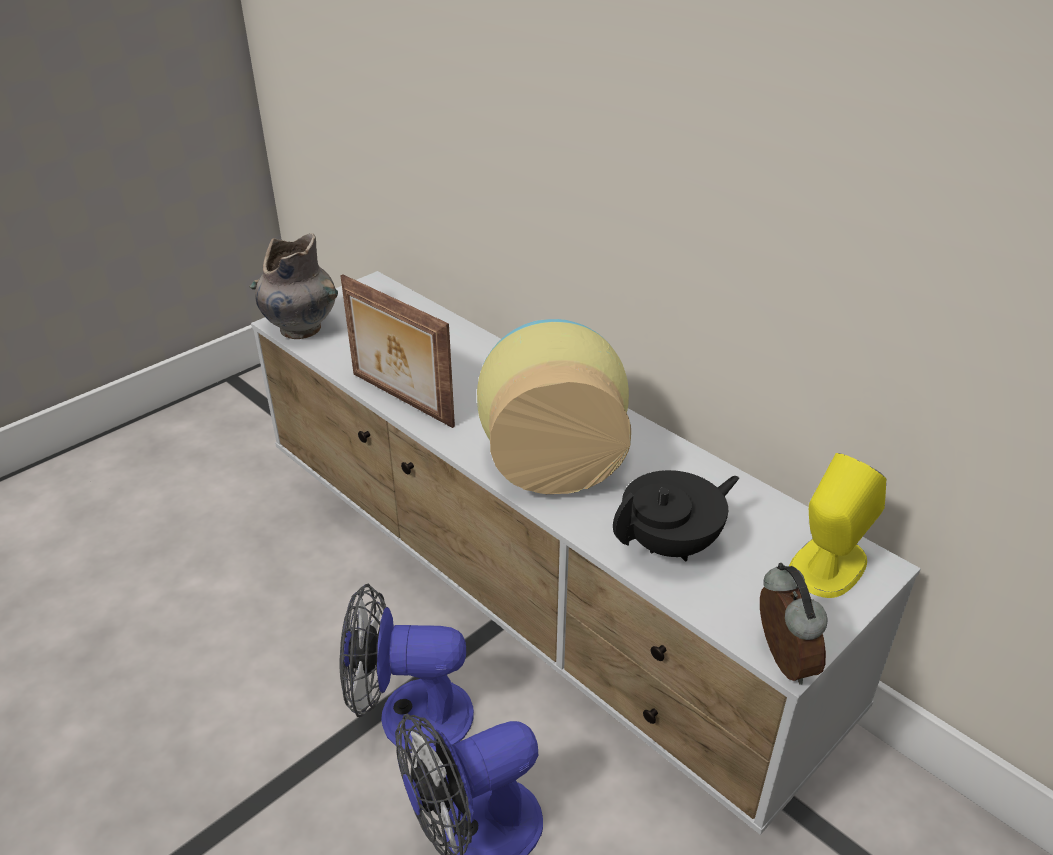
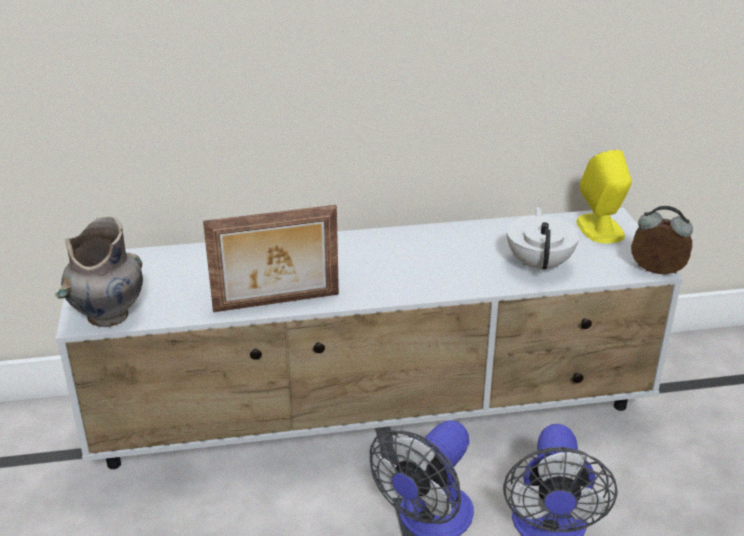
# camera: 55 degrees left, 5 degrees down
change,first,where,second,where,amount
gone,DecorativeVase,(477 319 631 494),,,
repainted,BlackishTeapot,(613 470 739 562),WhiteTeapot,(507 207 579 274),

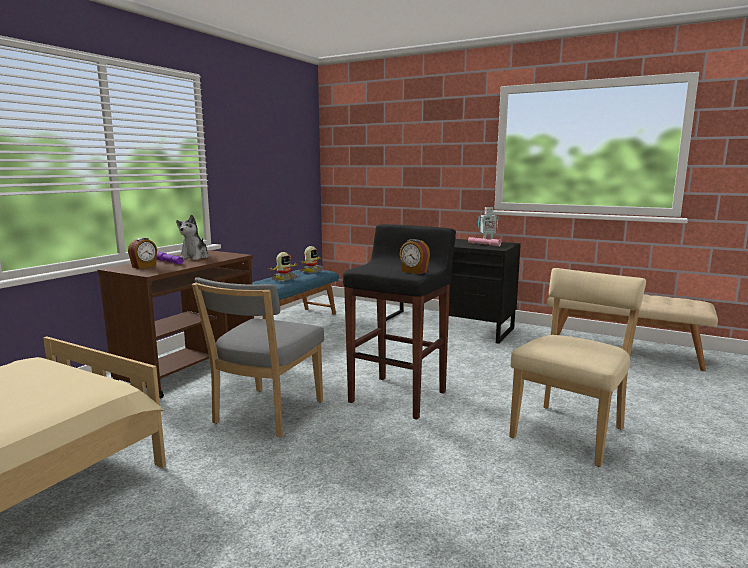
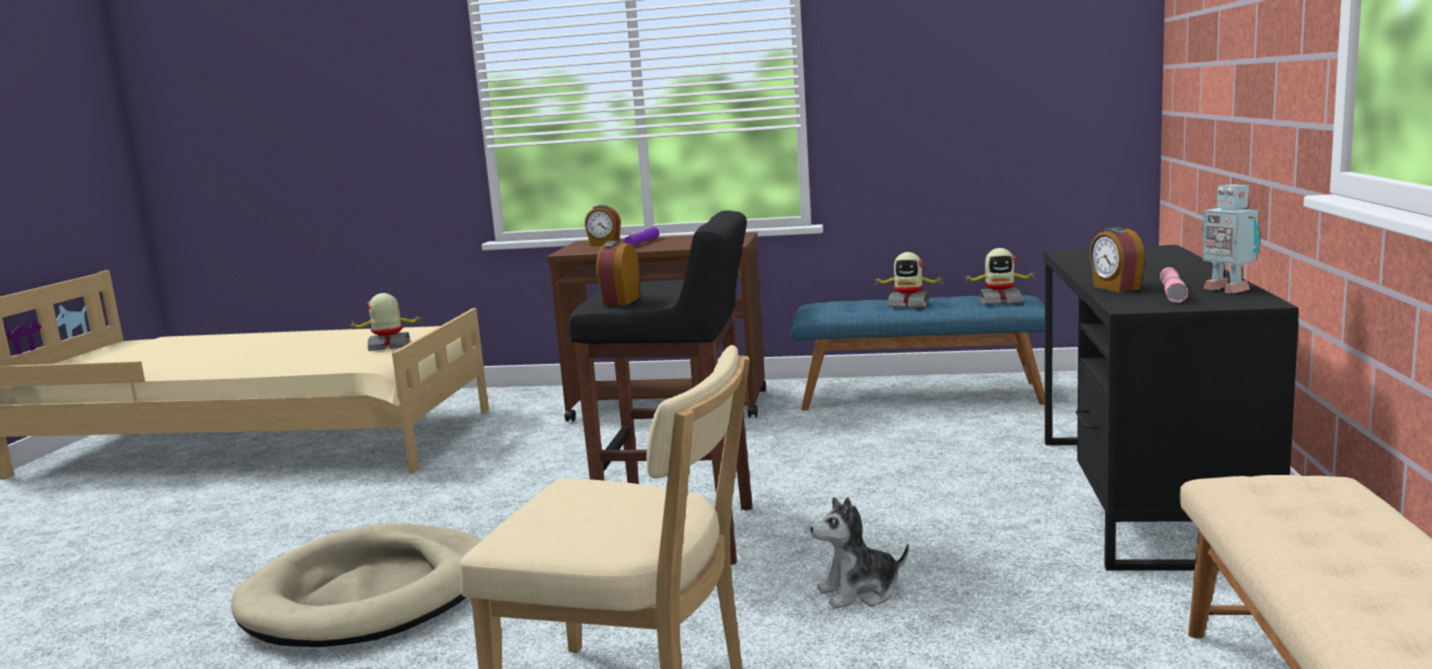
# camera: 70 degrees right, 0 degrees up
change,first,where,second,where,amount
gone,GreyUprightChair,(192 277 324 437),,,
new,,,BeigeColouredDogBed,(231 523 482 647),
new,,,ToyRobot,(348 293 424 351),
new,,,BedsideClock,(1090 227 1145 292),
shifted,SoftToy,(176 215 209 260),,(811 497 909 609),

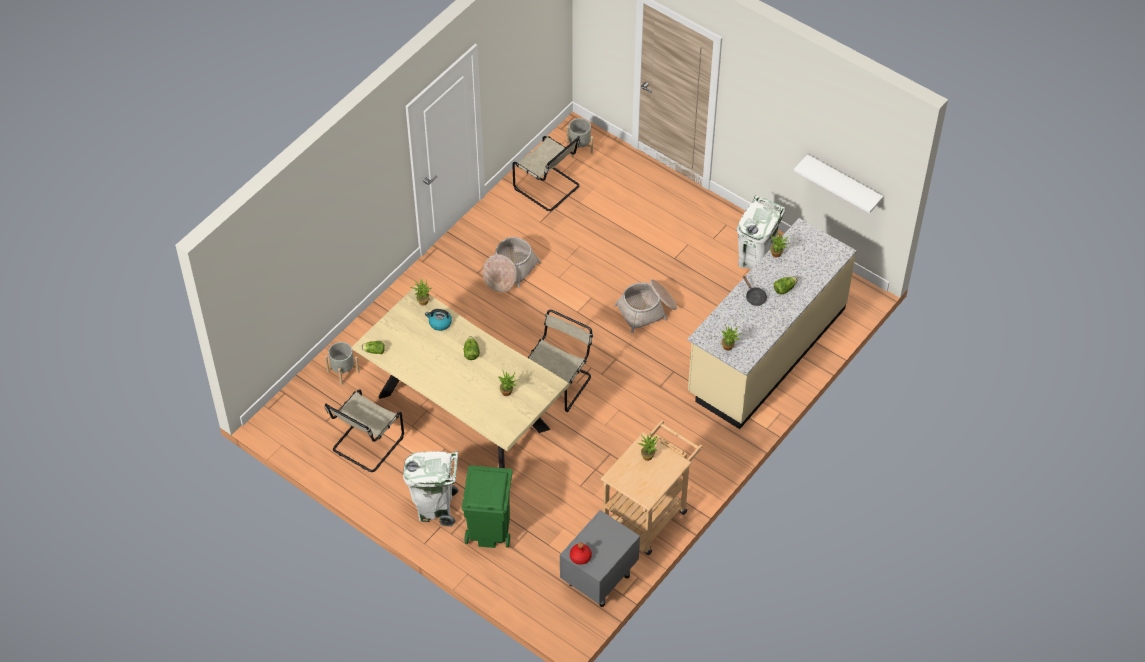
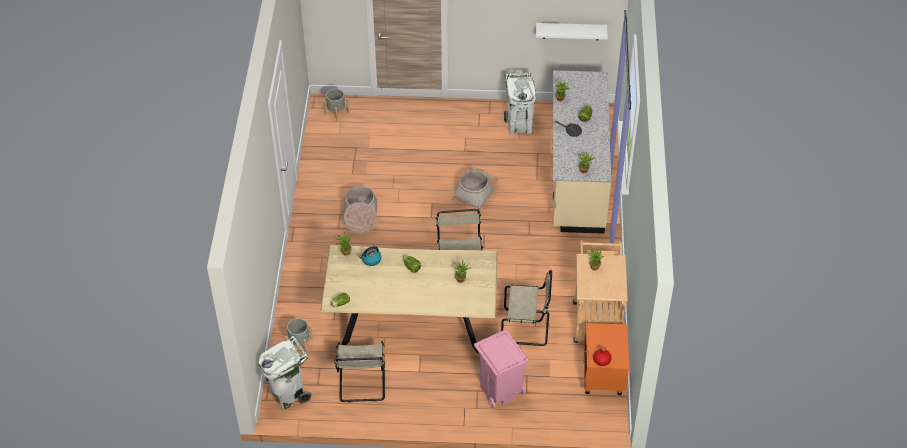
# camera: 35 degrees left, 5 degrees down
change,first,where,second,where,amount
shifted,WhiteWasteBin,(403 451 458 527),,(258 336 311 410),
shifted,BeigeColouredUprightChair,(512 136 580 211),,(501 270 552 346),
repainted,GreenishWasteBin,(462 465 513 548),PinkWasteBin,(474 330 529 409),
repainted,GreyNightstand,(560 510 640 607),OrangeColouredNightstand,(583 323 629 395),

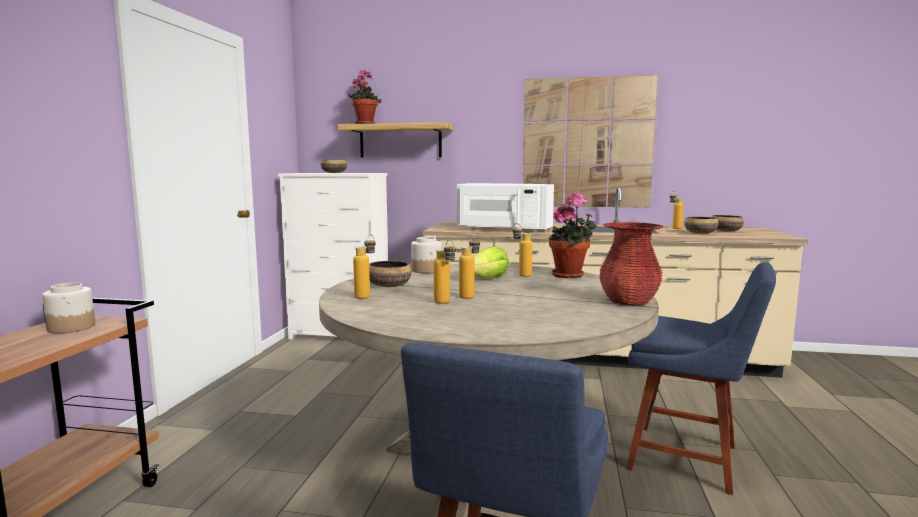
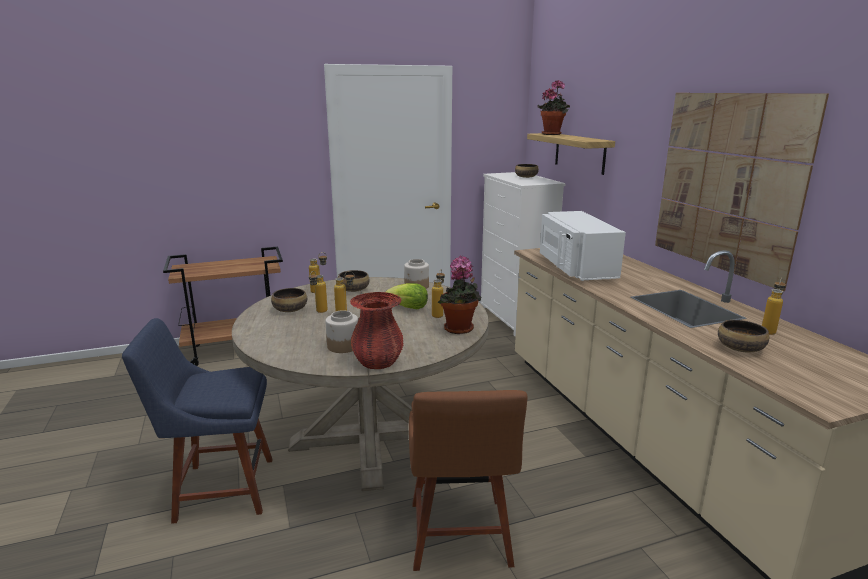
# camera: 60 degrees right, 10 degrees up
change,first,where,second,where,amount
shifted,PreserveJar,(42 282 95 334),,(325 310 358 353),
shifted,DeepDish,(712 215 744 232),,(271 288 307 312),
repainted,BlueColouredUprightChair,(626 262 776 495),BrownishUprightChair,(409 390 527 571),

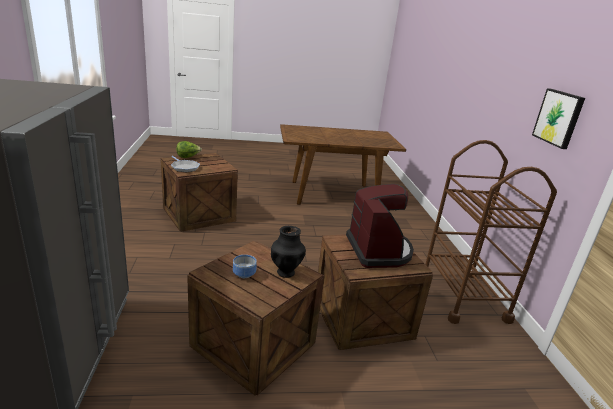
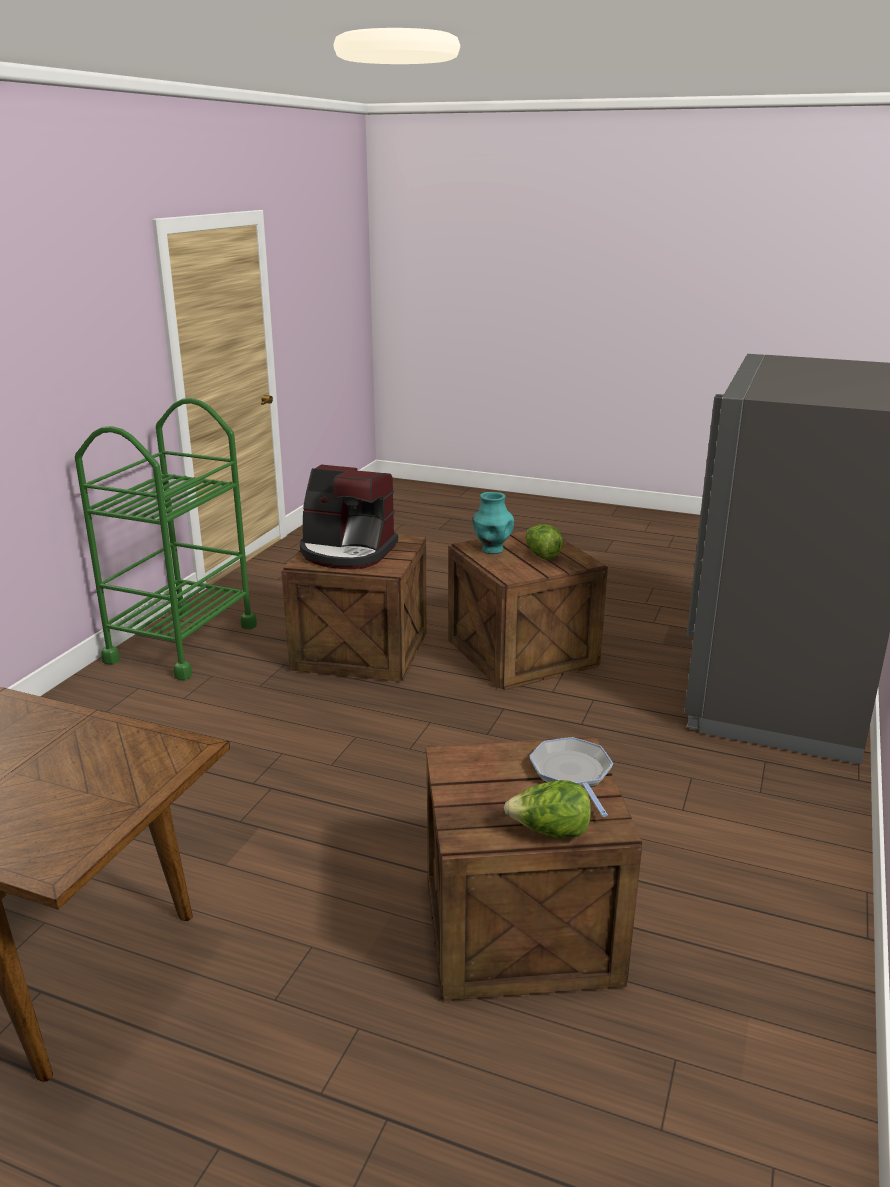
# camera: 150 degrees left, 0 degrees up
change,first,where,second,where,amount
gone,Picture,(532 88 585 149),,,
swapped,DeepDish,(233 255 257 278),HeadOfLettuce,(525 524 563 560),
repainted,BlackishDecorativeVase,(271 226 306 278),BlueGreenDecorativeVase,(472 492 514 554),
repainted,BrownishWheeledCart,(425 140 557 324),GreenishWheeledCart,(75 398 257 680),
rotated,CoffeeBrewer,(346 184 414 268),,(300 465 398 569),90 degrees counterclockwise

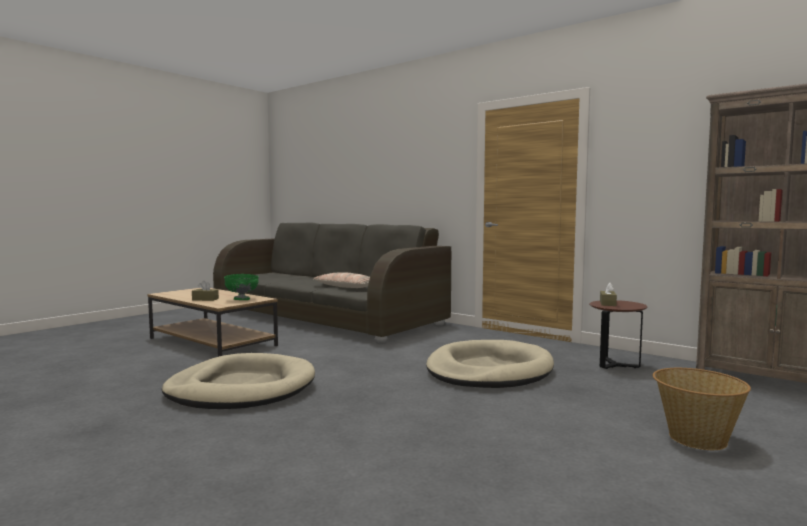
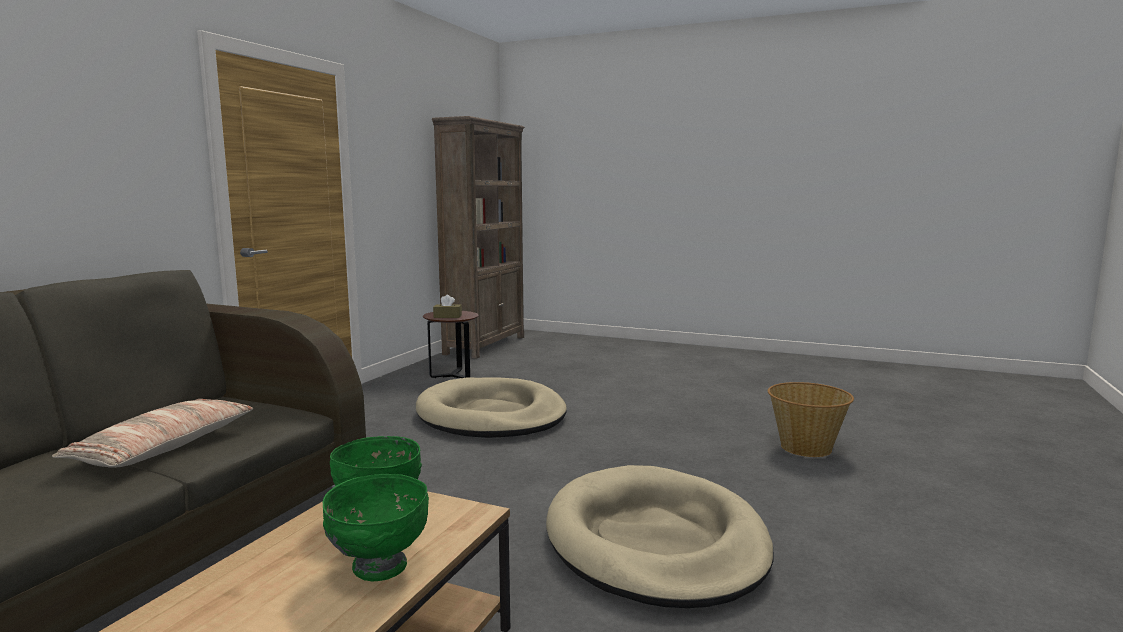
# camera: 105 degrees left, 5 degrees up
change,first,where,second,where,amount
shifted,StorageBasket,(653 368 751 450),,(768 382 854 457),
swapped,BrownishBoxOfTissues,(192 281 219 301),GreenishDeepDish,(323 474 429 581),

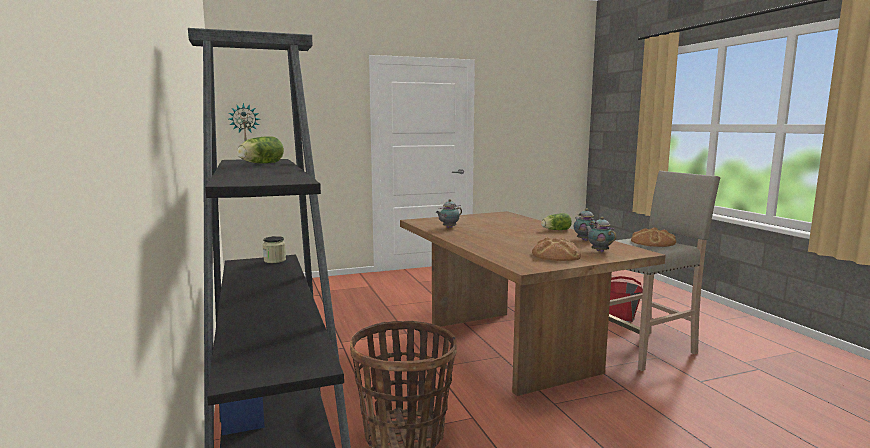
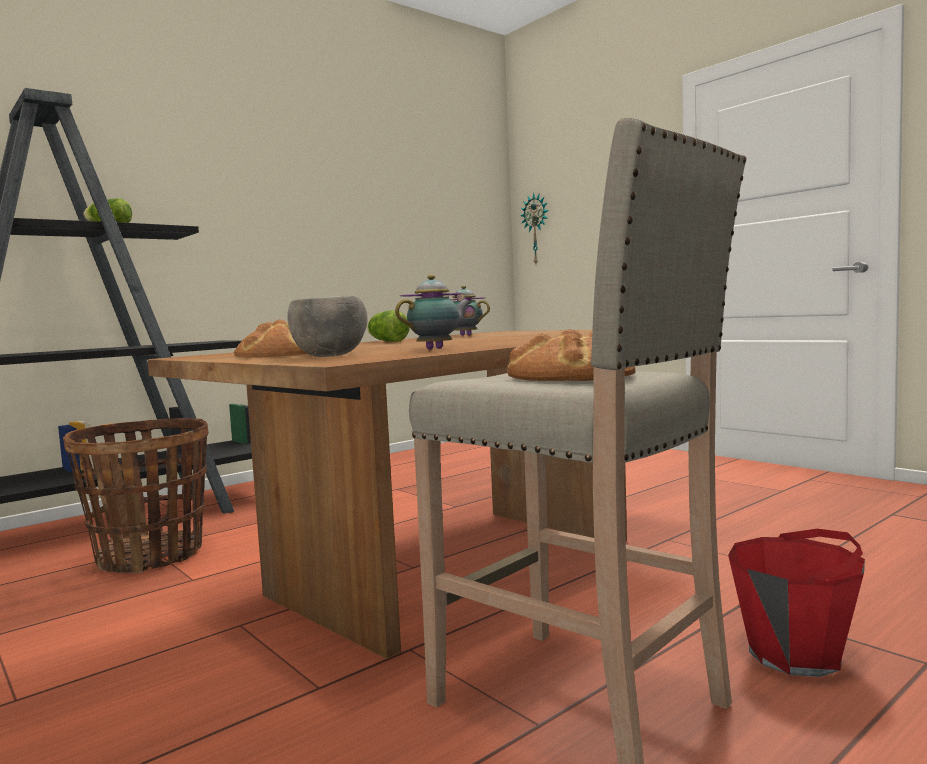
# camera: 70 degrees right, 5 degrees down
change,first,where,second,where,amount
gone,PreserveJar,(263 236 286 263),,,
shifted,HeadOfLettuce,(541 213 572 230),,(367 310 410 342),
swapped,Teapot,(586 217 617 252),GreyDeepDish,(287 296 368 357),

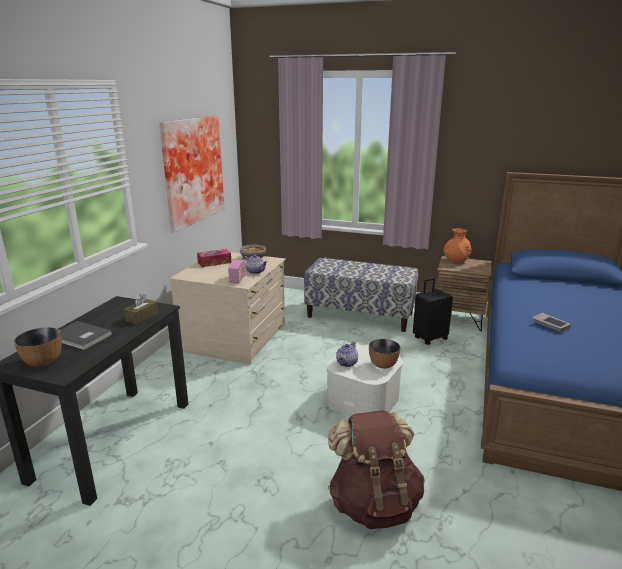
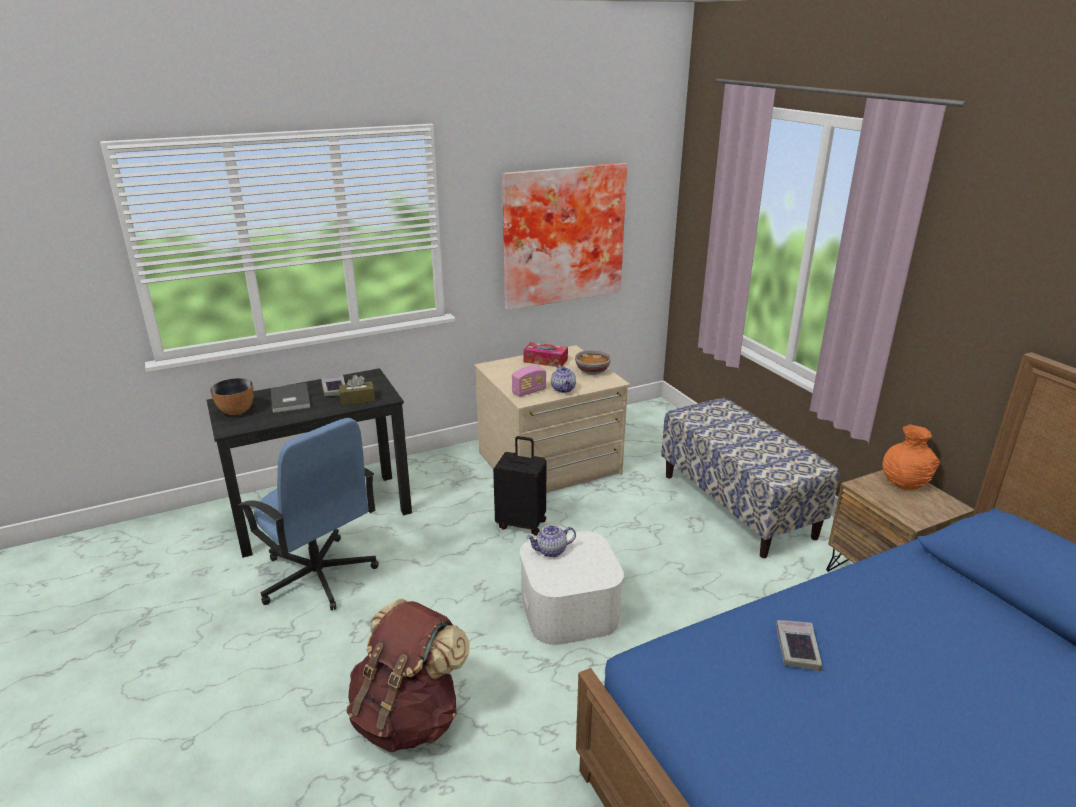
# camera: 45 degrees right, 5 degrees up
change,first,where,second,where,amount
gone,DeepDish,(369 339 401 369),,,
new,,,BlueColouredComputerChair,(239 418 379 610),
new,,,BoundBook,(321 375 345 396),
shifted,BlackishSuitcase,(413 278 453 345),,(493 436 546 536),

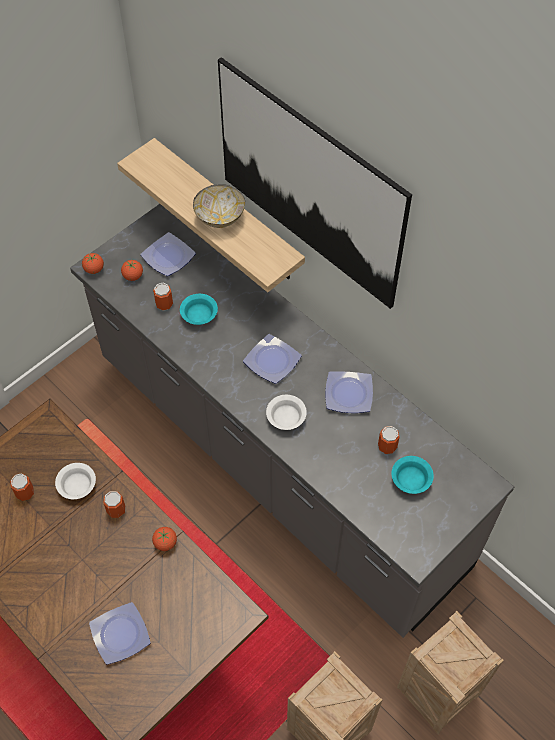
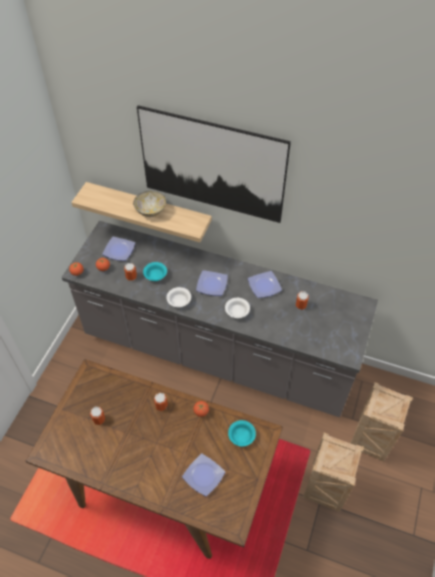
# camera: 25 degrees left, 5 degrees down
change,first,where,second,where,amount
shifted,WhiteDeepDish,(55 463 96 499),,(166 287 191 307),
shifted,BlueGreenDeepDish,(391 456 434 494),,(228 420 256 446),

